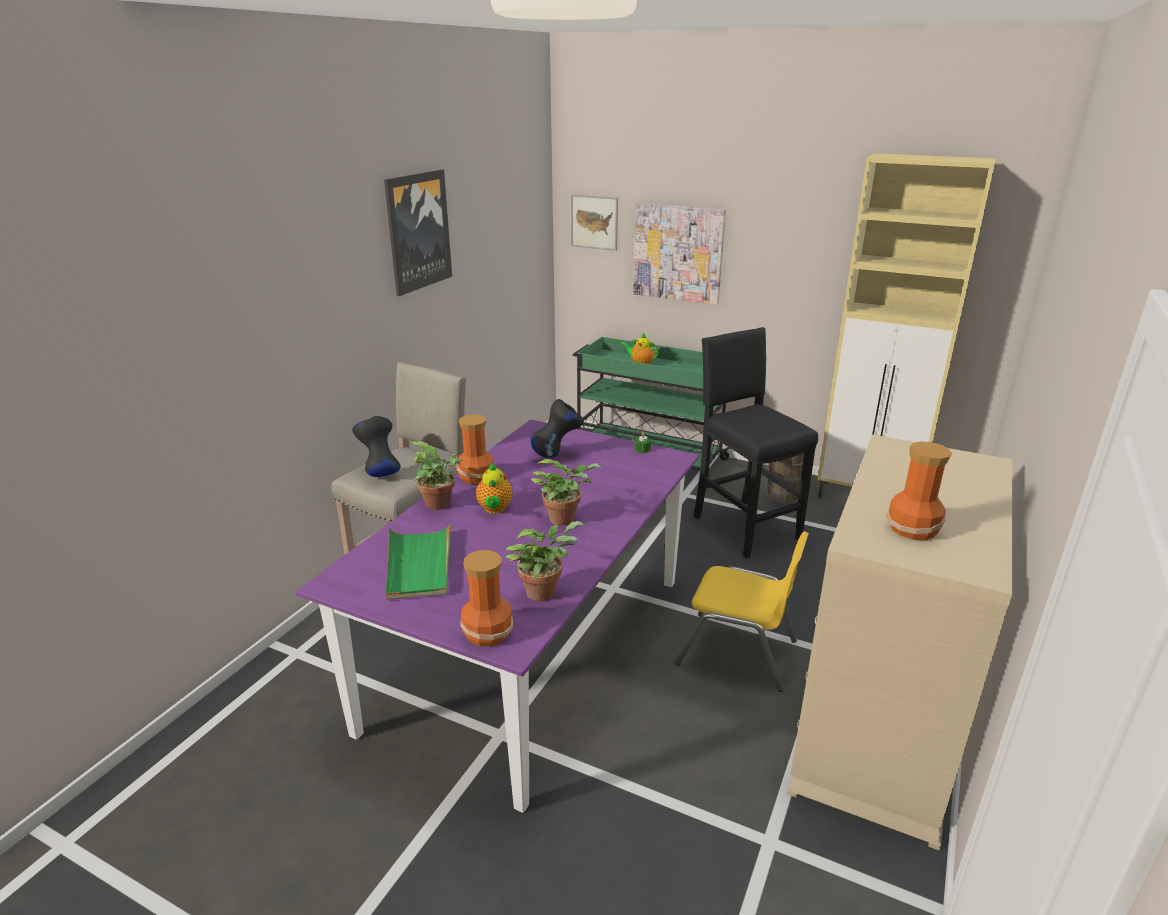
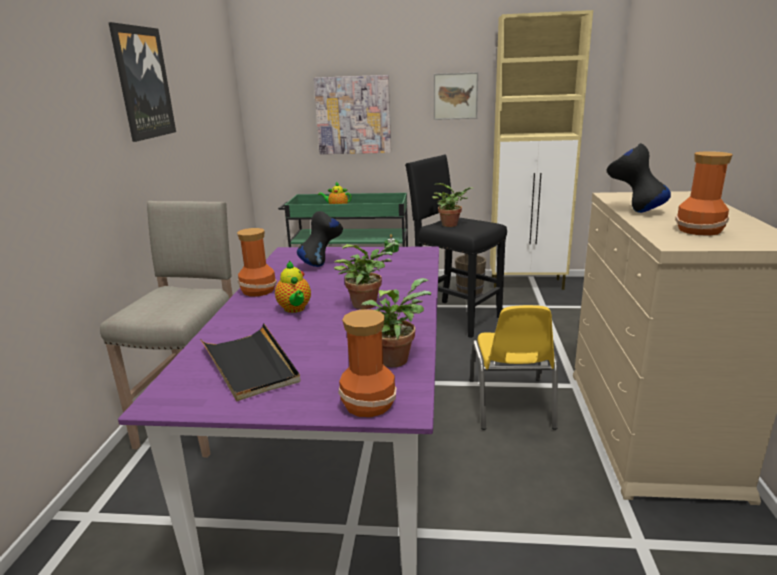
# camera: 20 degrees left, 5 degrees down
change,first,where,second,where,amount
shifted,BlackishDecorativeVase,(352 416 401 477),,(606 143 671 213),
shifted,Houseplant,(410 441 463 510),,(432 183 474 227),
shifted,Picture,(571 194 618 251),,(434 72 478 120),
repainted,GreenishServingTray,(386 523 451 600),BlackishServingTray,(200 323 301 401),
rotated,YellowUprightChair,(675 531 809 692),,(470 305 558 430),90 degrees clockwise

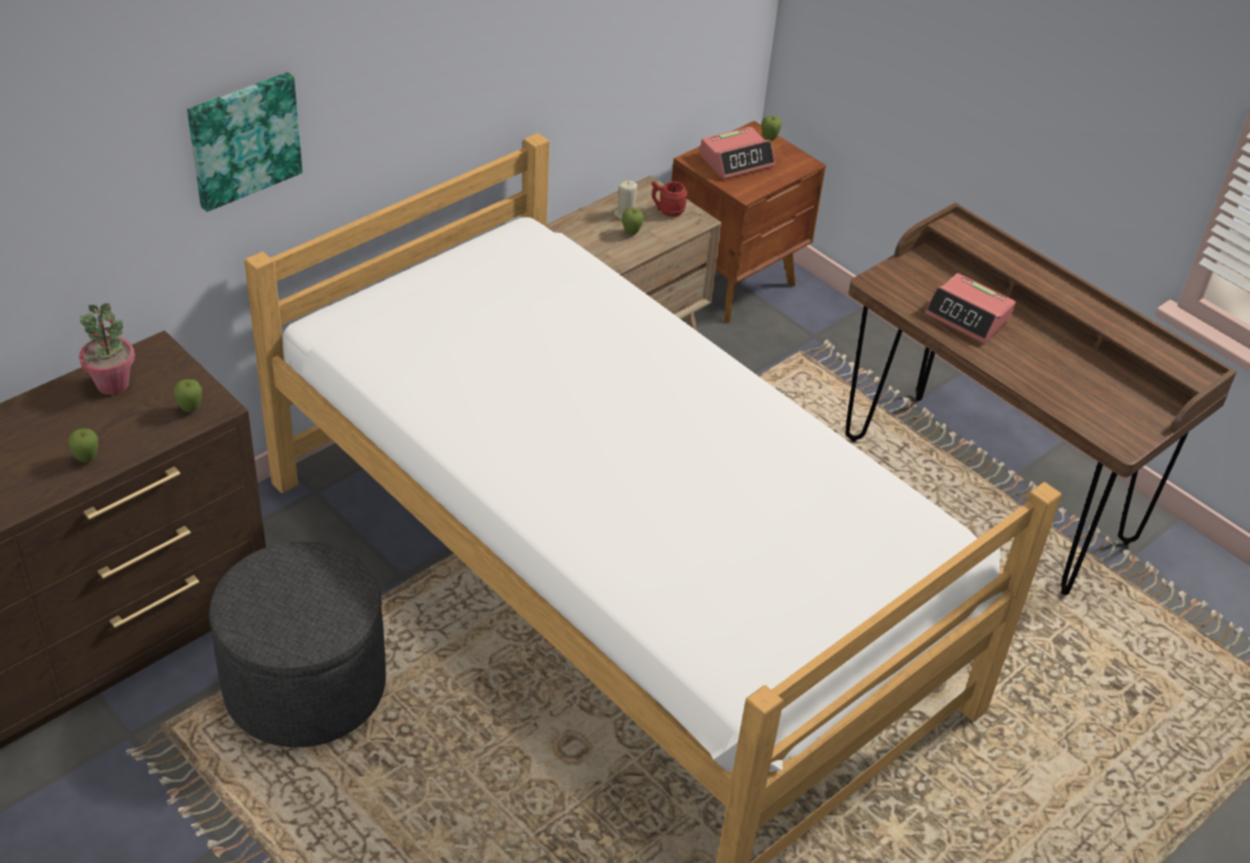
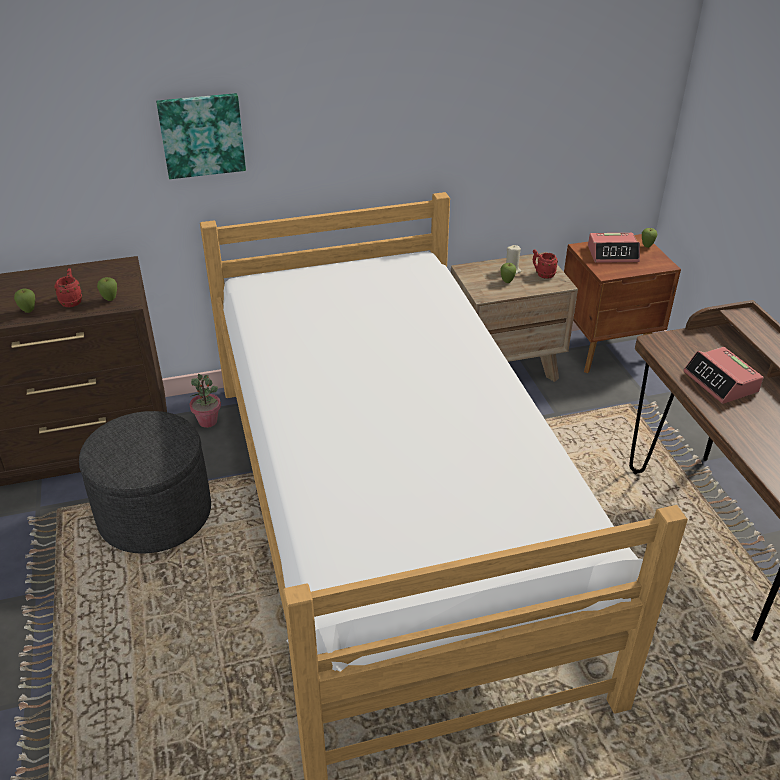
# camera: 30 degrees right, 5 degrees down
change,first,where,second,where,amount
new,,,RedCoffeeMug,(54 268 82 307),
shifted,Houseplant,(79 303 135 395),,(189 374 221 428),

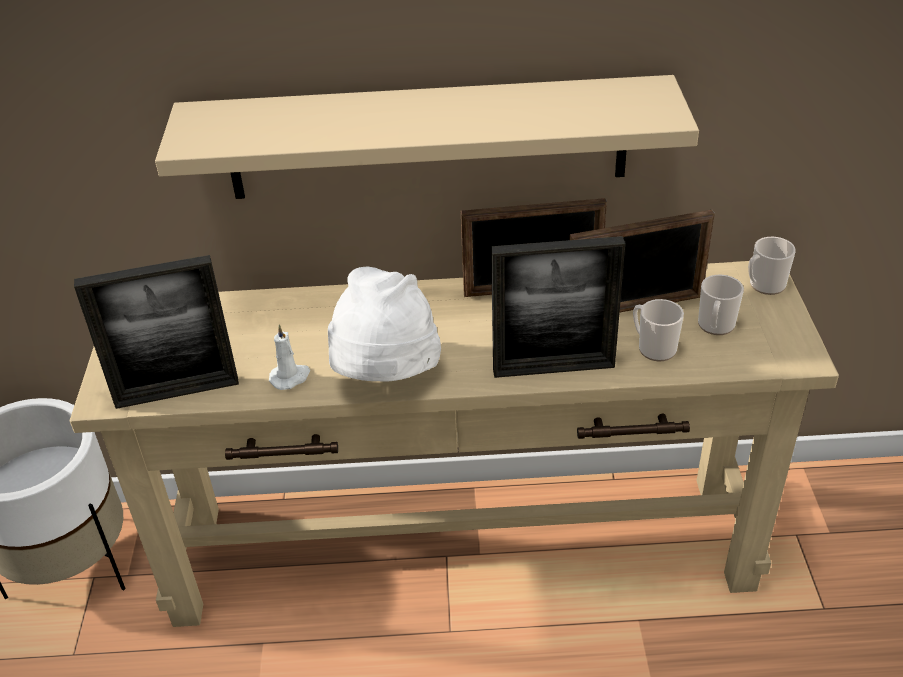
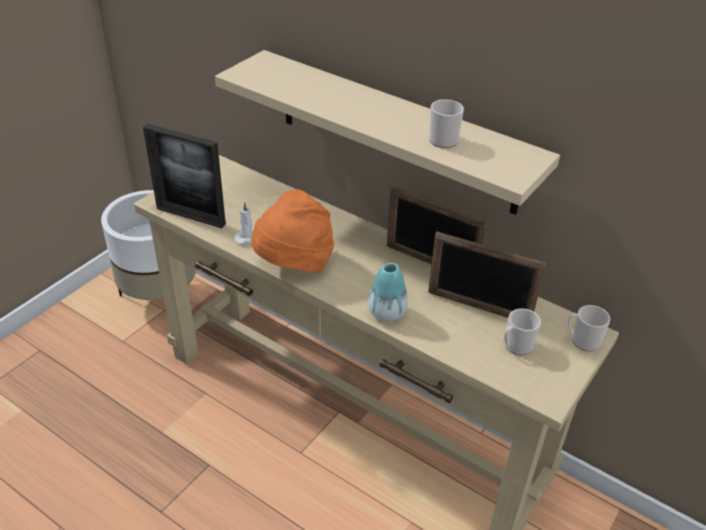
# camera: 35 degrees right, 0 degrees up
change,first,where,second,where,amount
shifted,CoffeeMug,(633 299 684 361),,(429 99 464 148),
swapped,PhotoFrame,(491 236 625 378),DecorativeVase,(368 263 408 322),
repainted,WhiteWearableHat,(328 266 441 382),OrangeColouredWearableHat,(251 189 334 273),

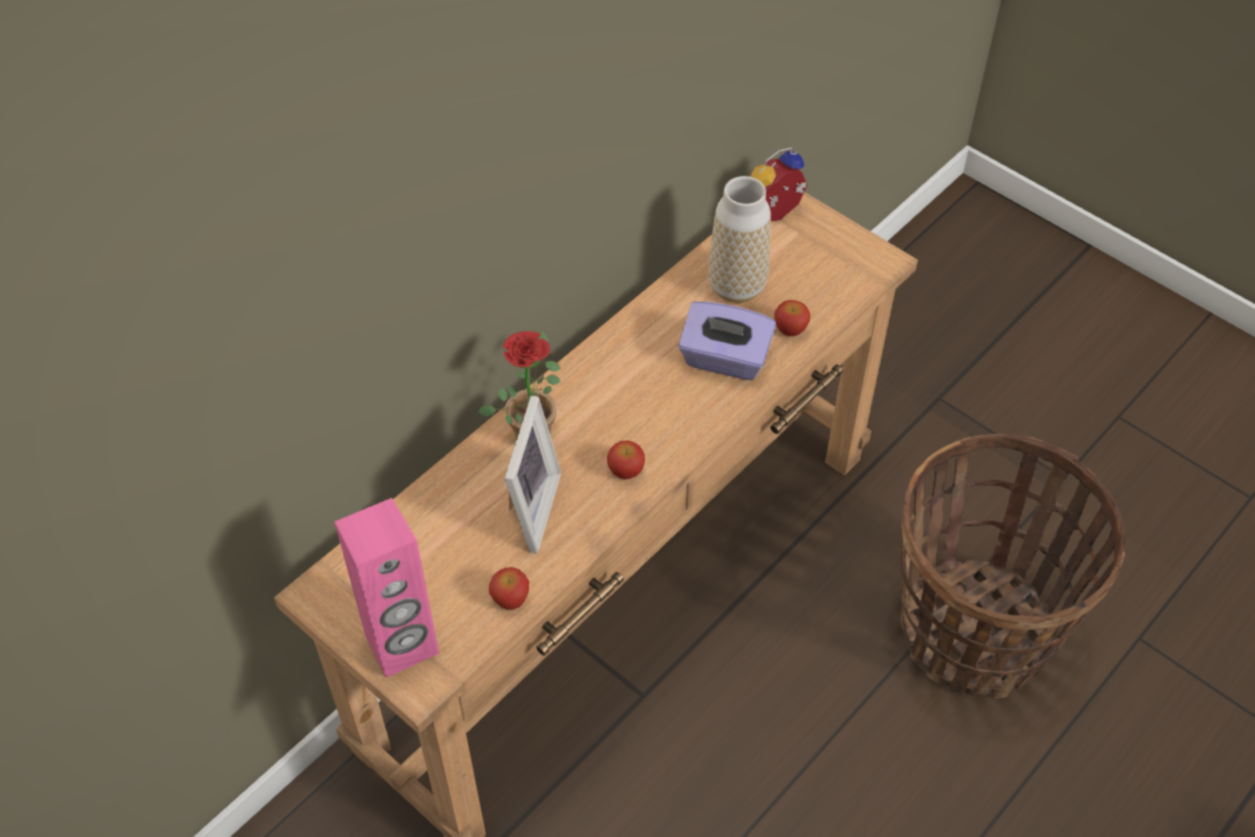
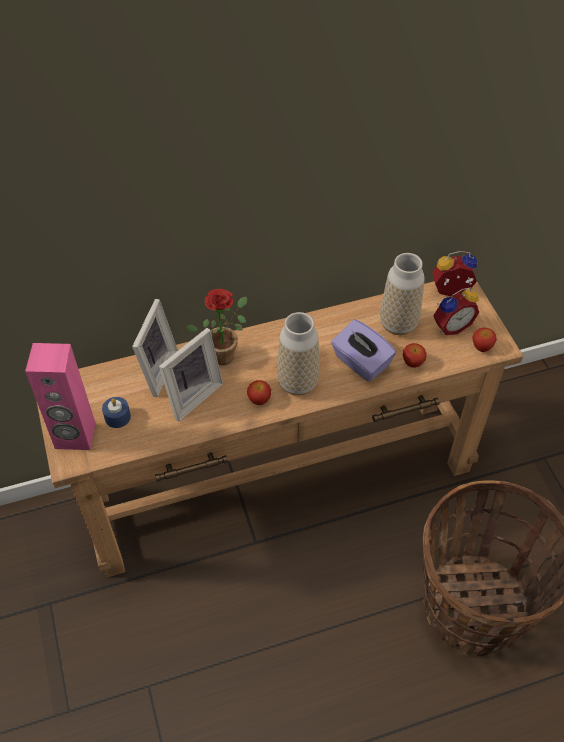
# camera: 30 degrees right, 0 degrees up
change,first,where,second,where,amount
new,,,BlueColouredCandle,(102 397 131 428),
new,,,PhotoFrame,(132 299 178 397),
new,,,DecorativeVase,(277 312 319 396),
new,,,BedsideClock,(433 287 479 335),
shifted,Apple,(489 567 529 610),,(472 328 497 352),

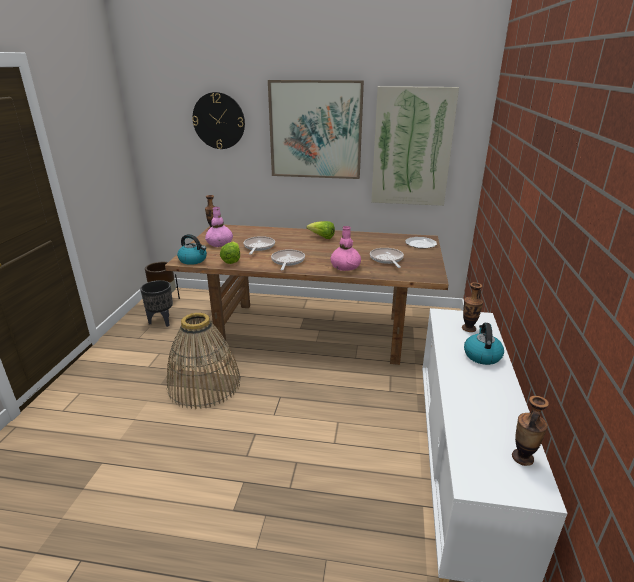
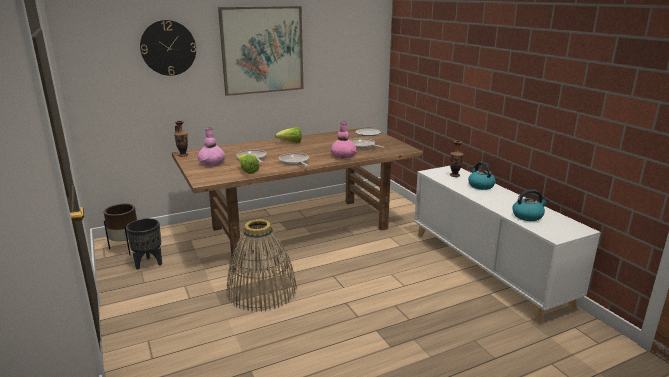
# camera: 35 degrees left, 5 degrees down
change,first,where,second,where,amount
gone,Picture,(371 86 459 206),,,
gone,DecorativeVase,(512 396 549 466),,,
shifted,WaterKettle,(177 234 207 265),,(512 189 549 221),

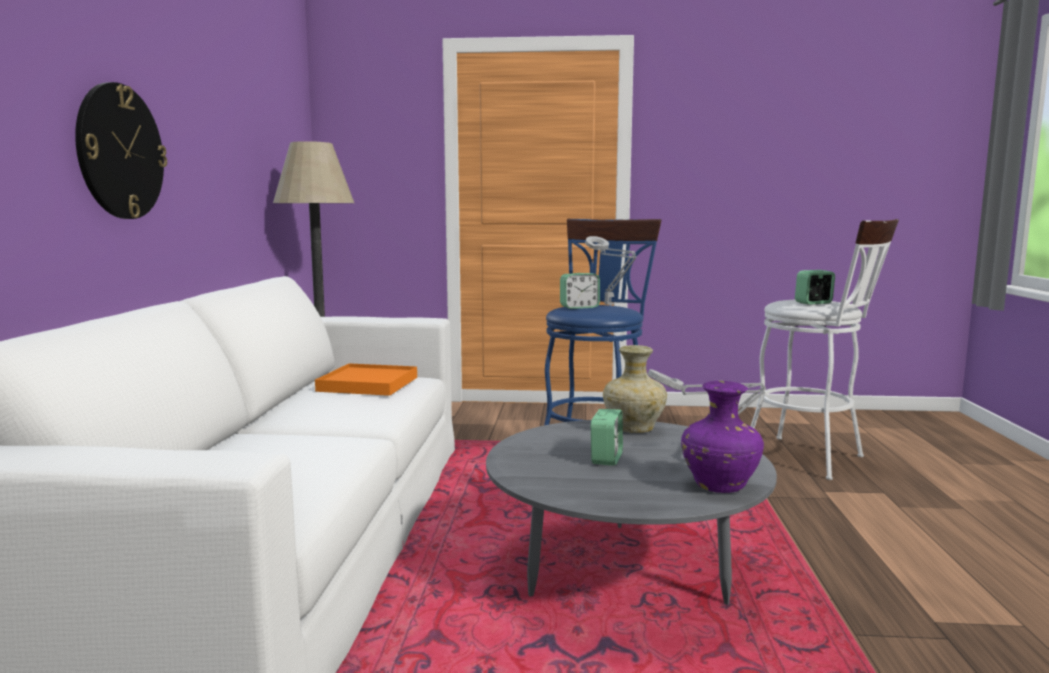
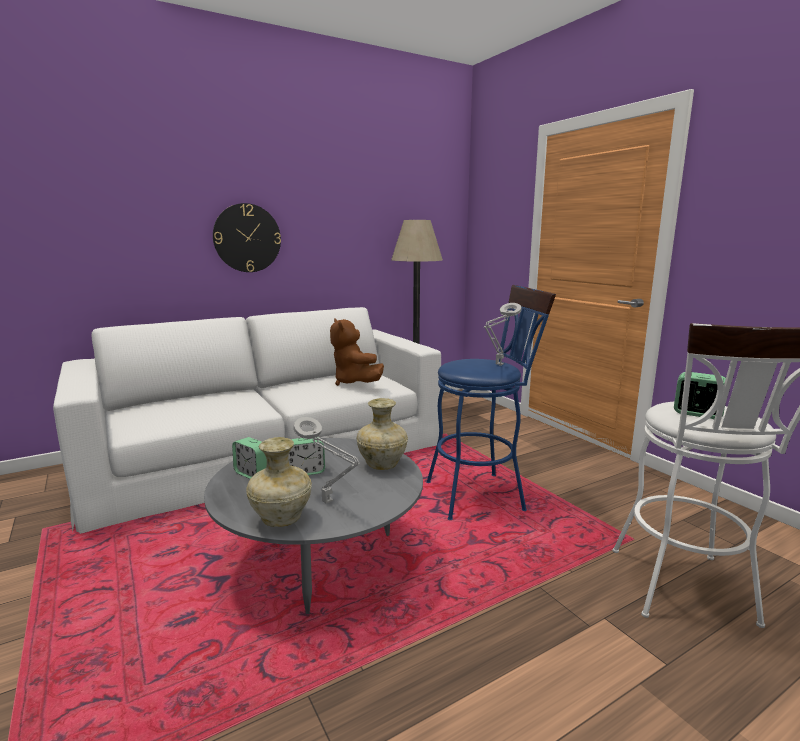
# camera: 55 degrees right, 5 degrees up
change,first,where,second,where,amount
shifted,BedsideClock,(560 273 600 309),,(232 437 267 479),
swapped,OrangeColouredServingTray,(315 363 417 396),BrownishSoftToy,(330 319 384 386),
repainted,PurpleColouredDecorativeVase,(681 381 764 493),BeigeColouredDecorativeVase,(246 437 312 527),

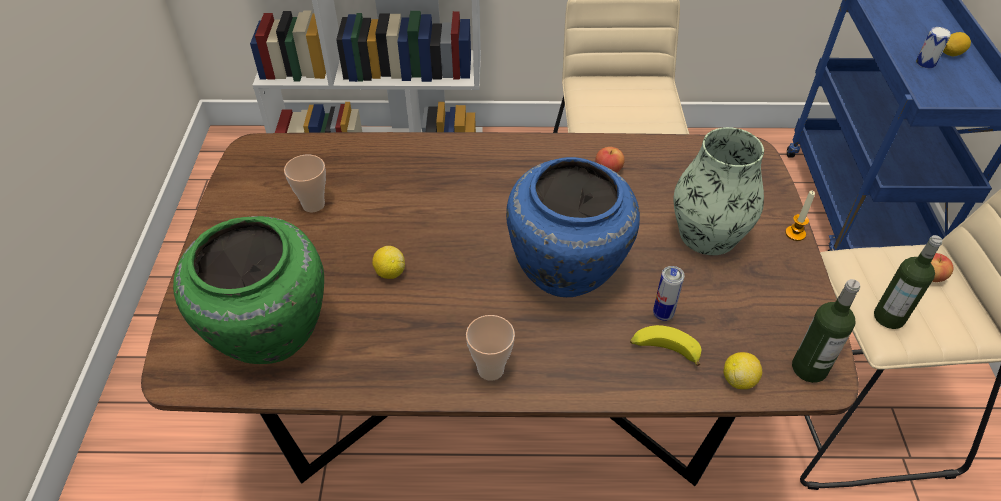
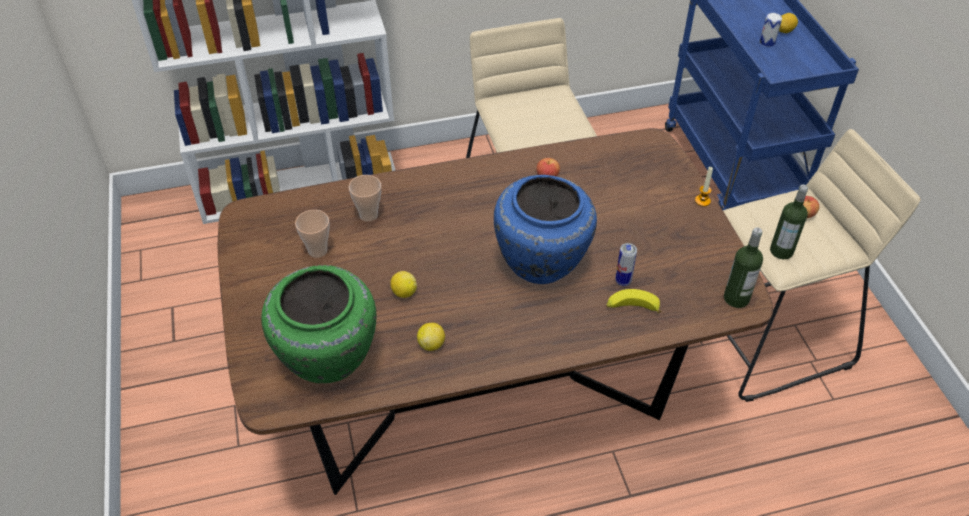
# camera: 15 degrees left, 0 degrees up
change,first,where,second,where,amount
gone,DecorativeVase,(673 127 764 255),,,
shifted,Cup,(466 315 515 381),,(349 175 381 222),
shifted,CitrusFruit,(723 352 762 389),,(417 323 445 351),

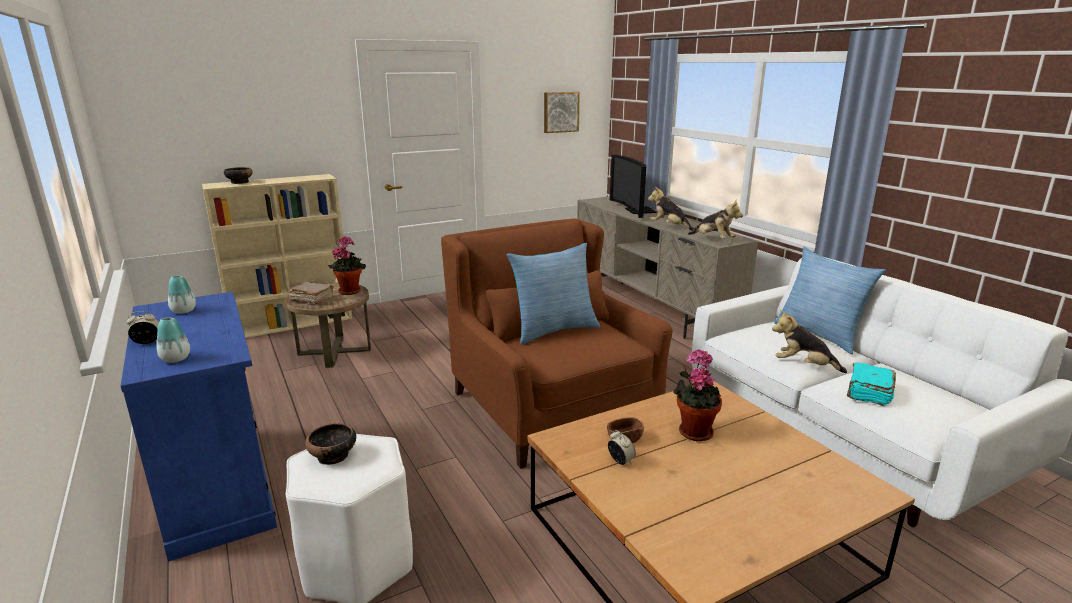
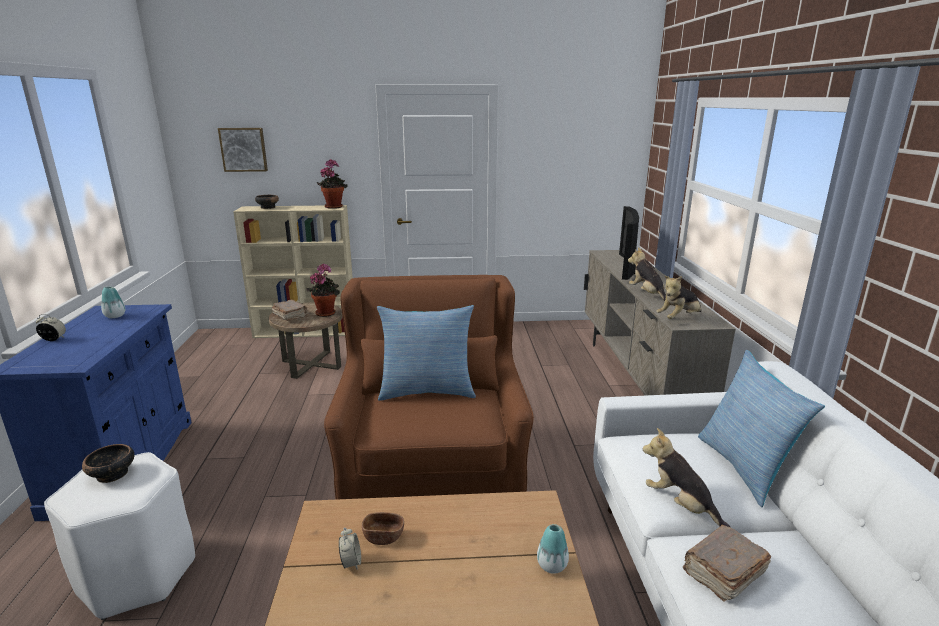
# camera: 25 degrees right, 0 degrees up
change,first,where,second,where,amount
shifted,DecorativeVase,(157 318 190 363),,(537 524 569 574),
shifted,Picture,(544 92 580 133),,(218 128 268 172),
shifted,Houseplant,(673 350 722 441),,(317 159 348 209),
repainted,BlueGreenBoundBook,(847 363 896 406),BrownishBoundBook,(683 524 771 601),
rotated,SoftToy,(688 201 743 239),,(656 276 701 319),75 degrees clockwise

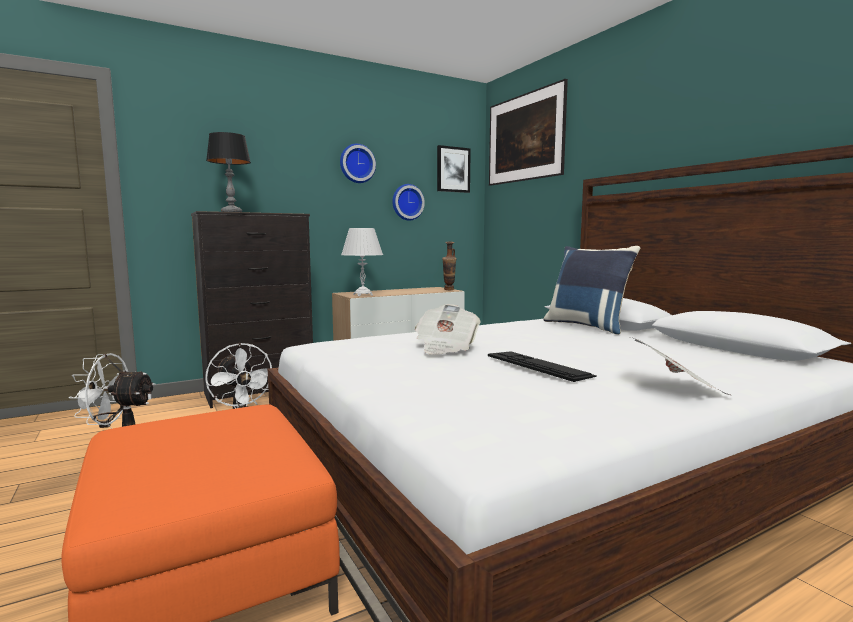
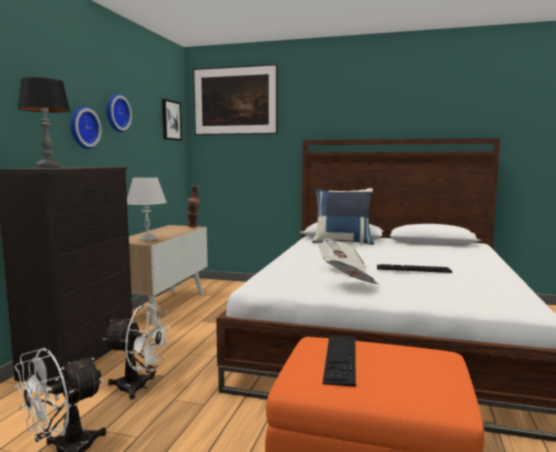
# camera: 45 degrees left, 0 degrees up
change,first,where,second,where,amount
new,,,ComputerKeyboard,(322 336 356 387),
shifted,HangingClock,(392 184 425 221),,(70 106 101 149),
shifted,Newspaper,(631 337 730 395),,(326 260 378 284),

